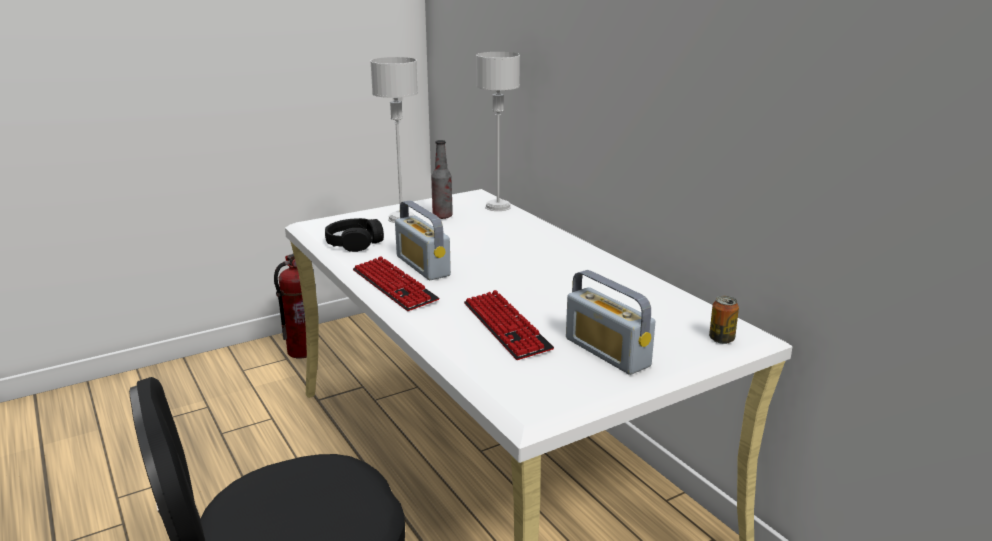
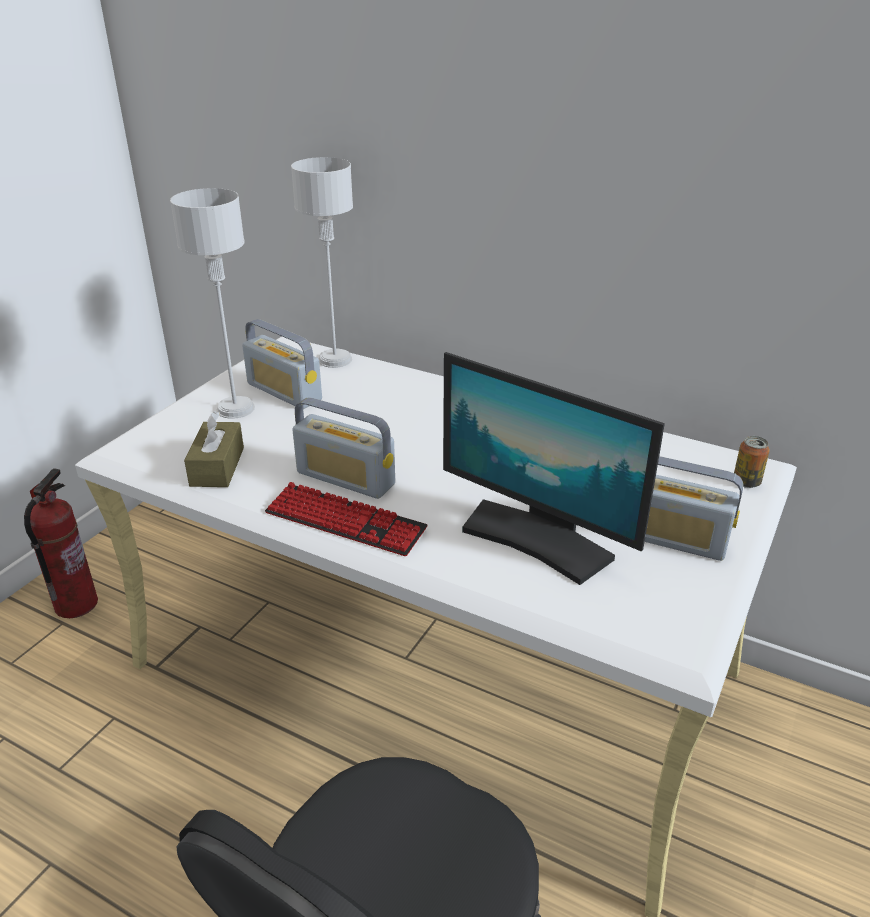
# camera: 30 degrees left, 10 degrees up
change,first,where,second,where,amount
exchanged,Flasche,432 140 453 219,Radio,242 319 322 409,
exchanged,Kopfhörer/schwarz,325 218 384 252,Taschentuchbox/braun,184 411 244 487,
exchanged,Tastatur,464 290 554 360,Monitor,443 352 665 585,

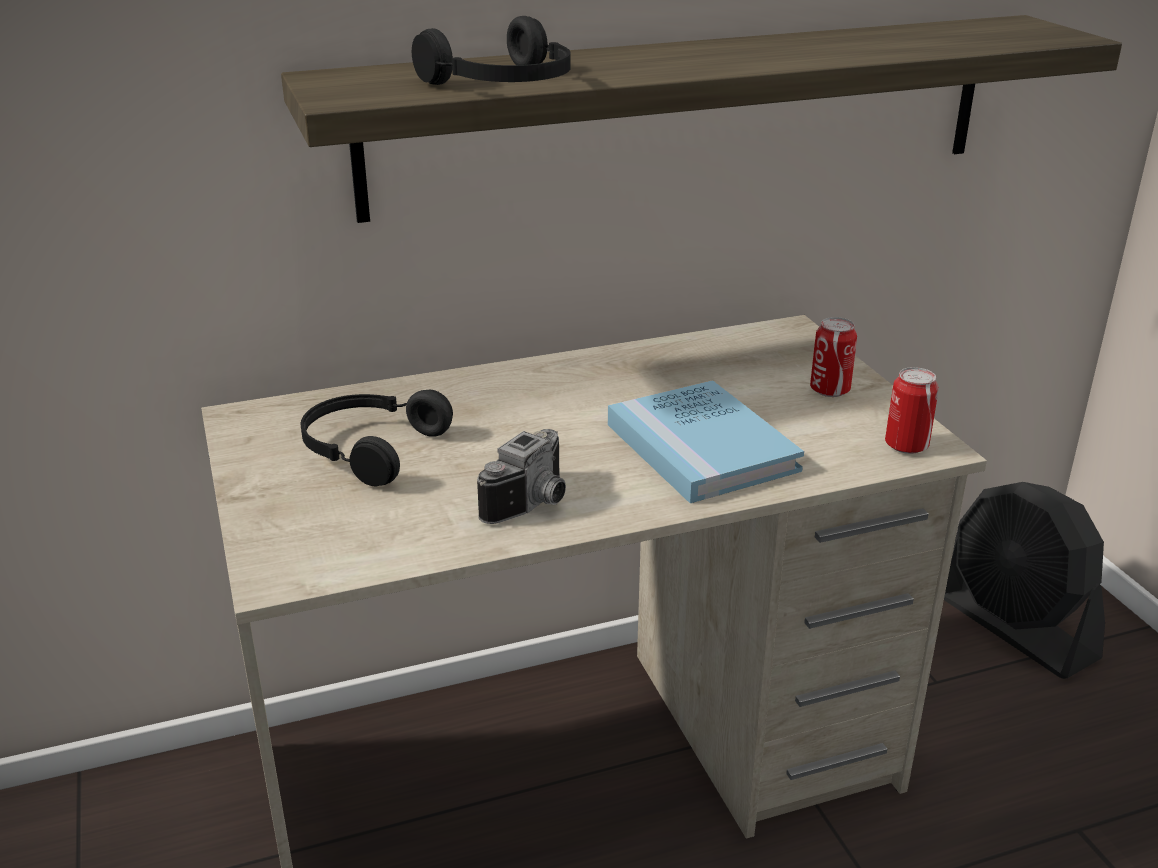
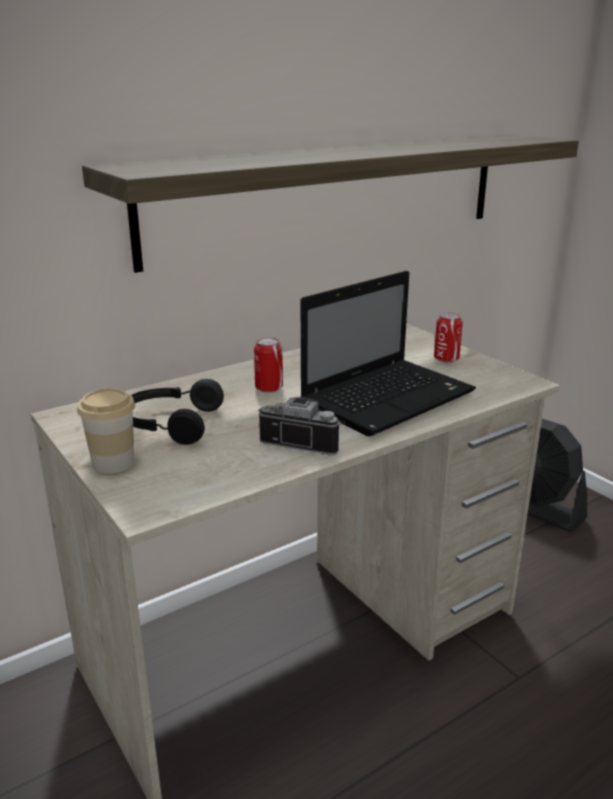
# camera: 15 degrees left, 5 degrees down
change,first,where,second,where,amount
missing,Kopfhörer/schwarz,412 16 571 85,,,
relocated,Dose,885 367 939 454,,254 337 283 393,
exchanged,Buch/blau,608 380 804 503,Laptop,301 271 476 436,
spun,Kamera,477 429 566 524,,258 397 341 456,90 degrees counterclockwise
appeared,,,Tasse,77 388 135 474,

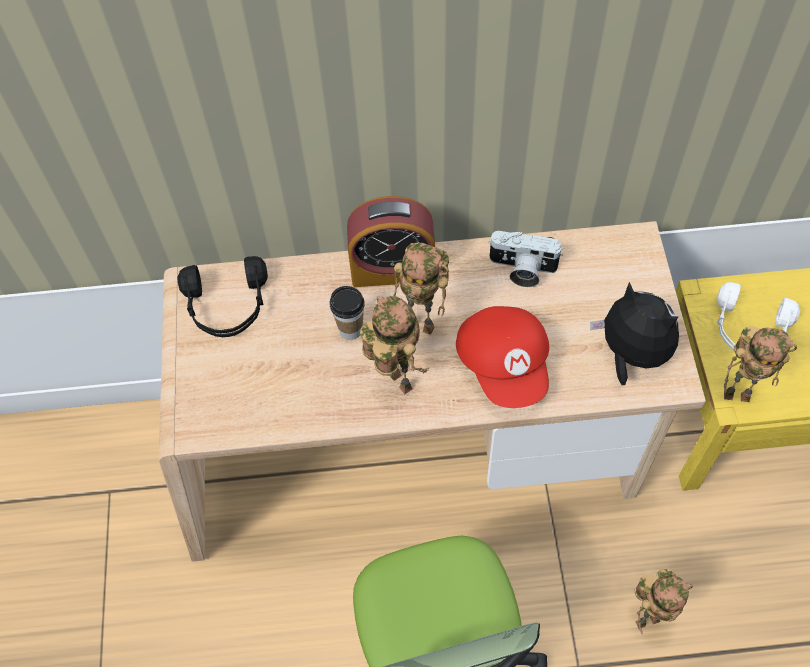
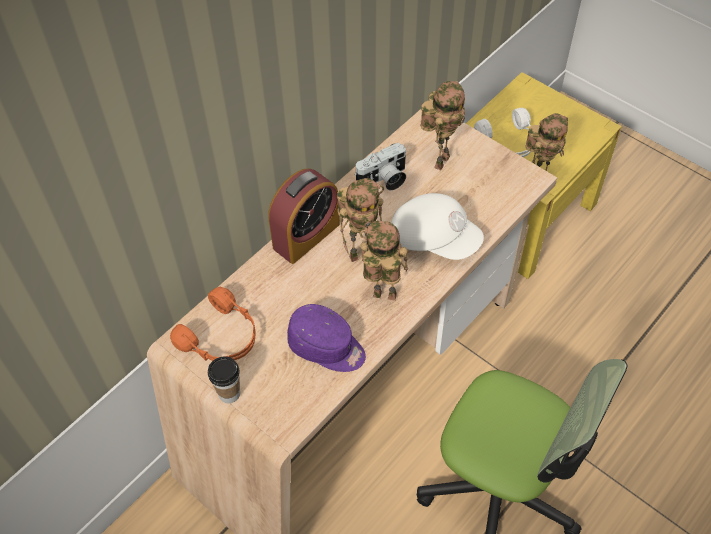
# camera: 45 degrees left, 5 degrees down
change,first,where,second,where,amount
colour,Kopfhörer/schwarz,177 256 268 337,Kopfhörer/orange,170 287 255 361,
missing,Plüschtier,590 282 679 385,,,
relocated,Tasse,330 286 365 340,,208 356 240 403,
colour,Kappe/rot,456 306 549 408,Kappe/weiß,391 193 484 260,
relocated,Spielzeugroboter,634 569 693 635,,420 81 465 171,
appeared,,,Kappe/lila,287 304 366 372,

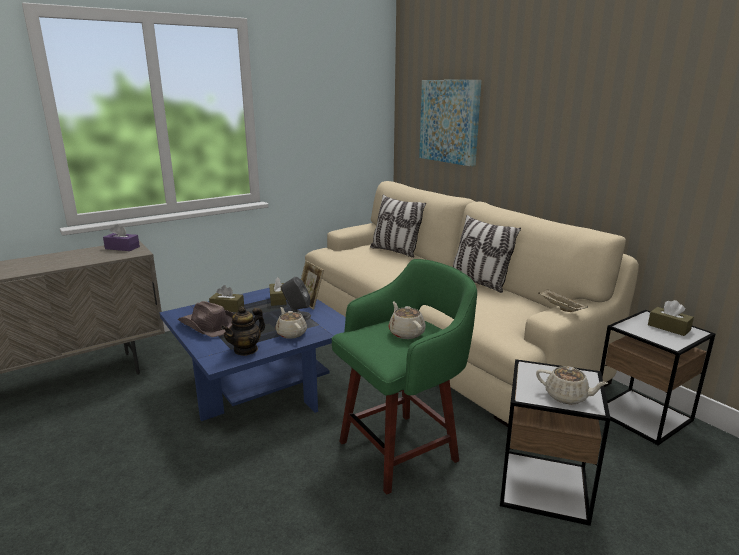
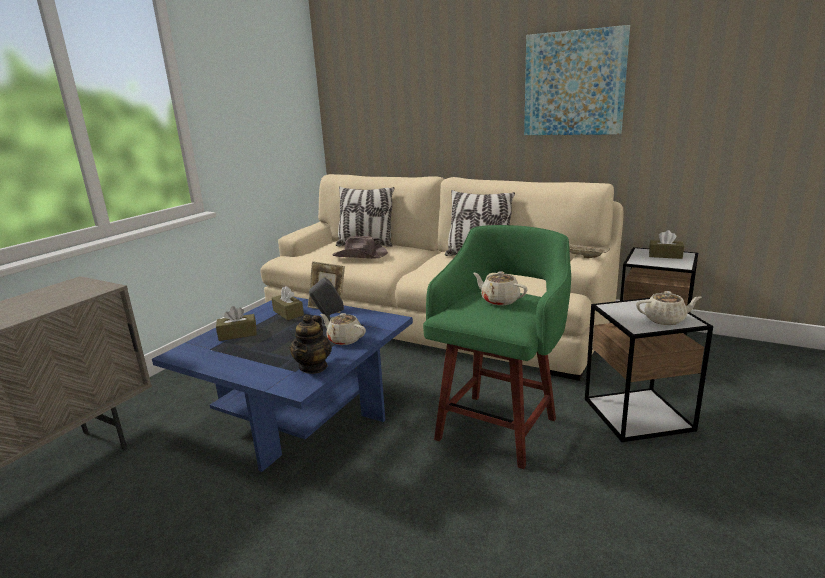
# camera: 25 degrees left, 0 degrees up
change,first,where,second,where,amount
relocated,Bild,419 80 481 167,,524 25 630 135,
missing,Taschentuchbox/lila,103 224 140 251,,,
relocated,Hut/braun,178 301 234 337,,332 236 388 259,

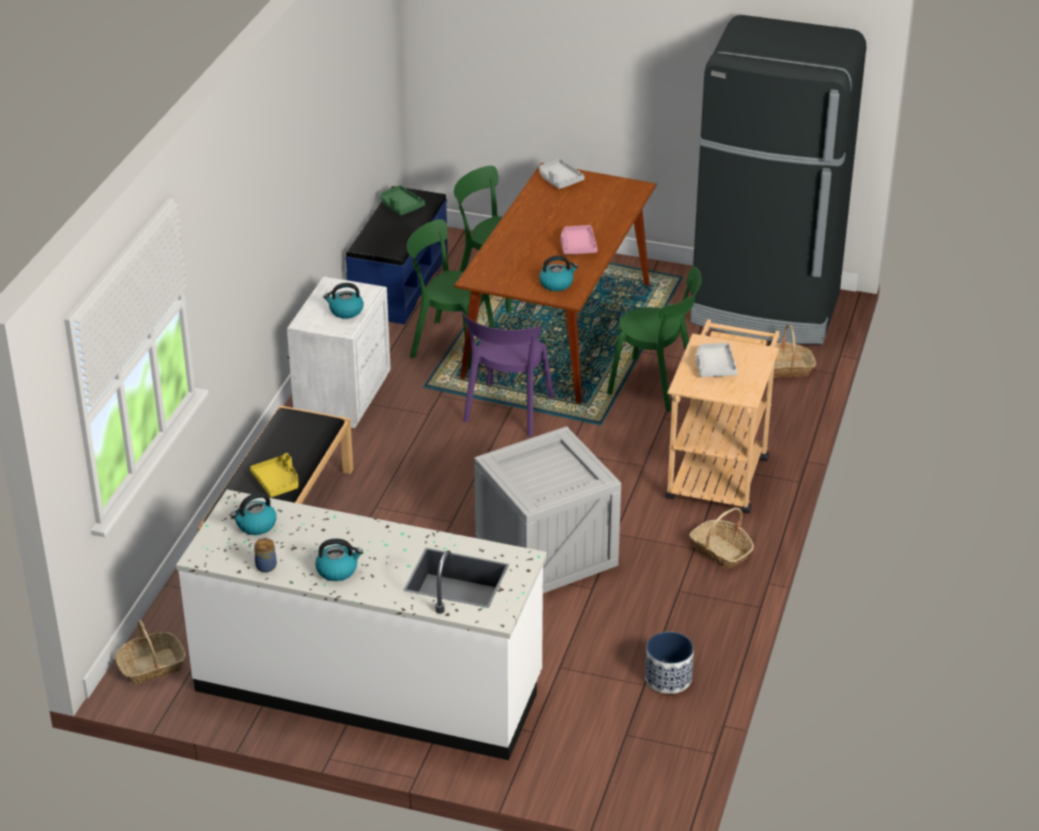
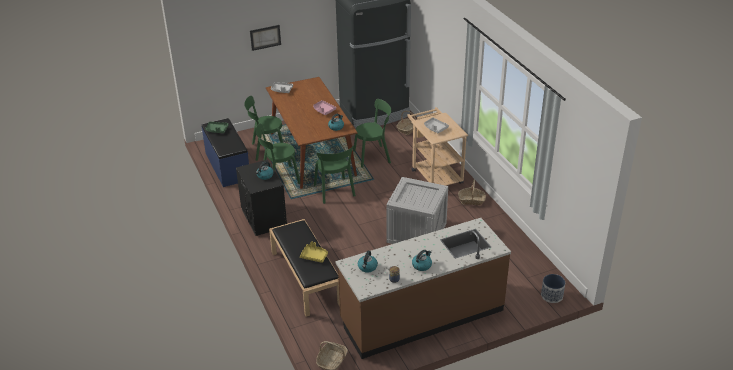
# camera: 40 degrees left, 0 degrees up
change,first,where,second,where,amount
colour,Nachttisch/weiß,287 276 391 428,Nachttisch/schwarz,236 160 287 236,
colour,Stuhl/lila,461 310 554 437,Stuhl/grün,314 145 356 204,
colour,Küchenzeile/weiß,176 490 547 760,Küchenzeile/braun,336 218 511 359,
relocated,Pflanzkübel,645 632 694 694,,541 274 565 303,
appeared,,,Bild,250 25 281 51,

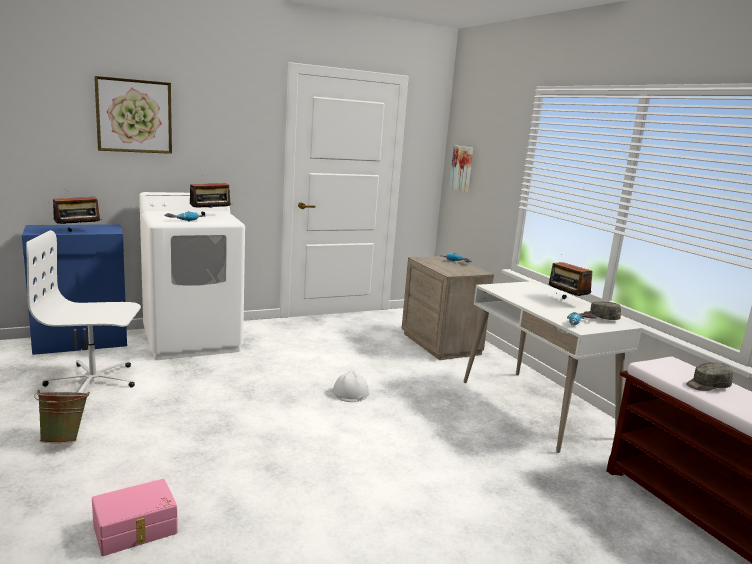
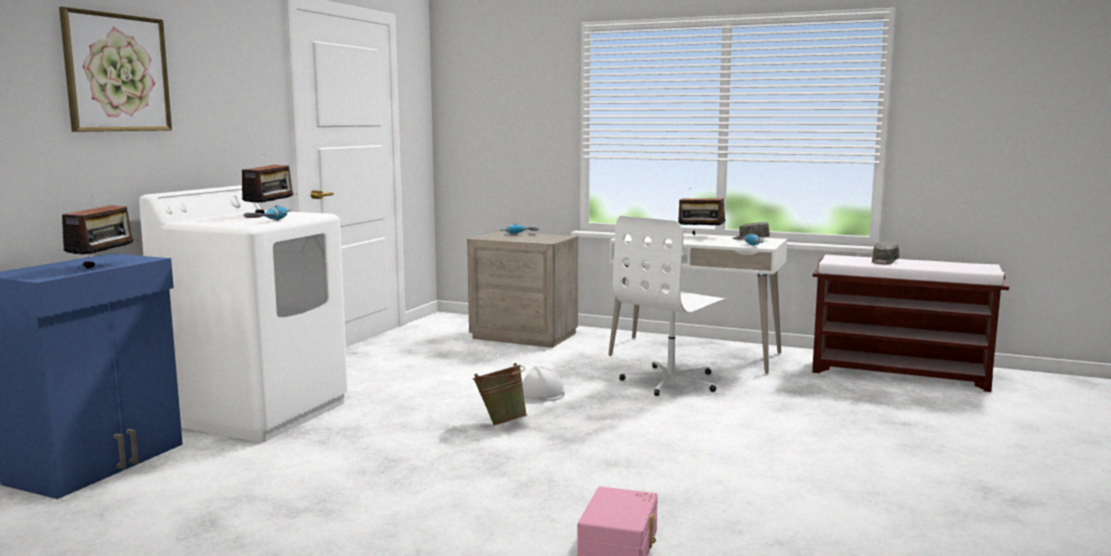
# camera: 40 degrees left, 5 degrees down
change,first,where,second,where,amount
missing,Bild,449 145 473 192,,,
relocated,Bürostuhl/weiß,26 230 141 393,,613 216 728 396,
relocated,Eimer/grün,34 390 90 443,,473 363 527 426,

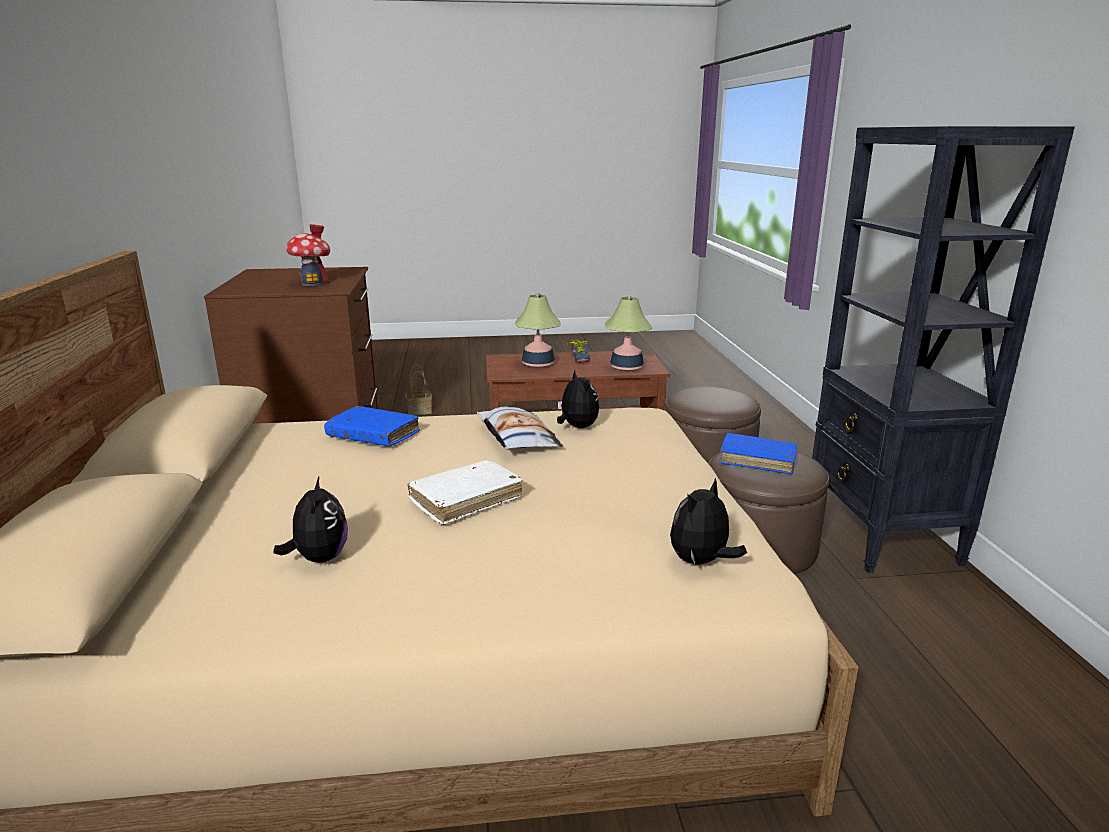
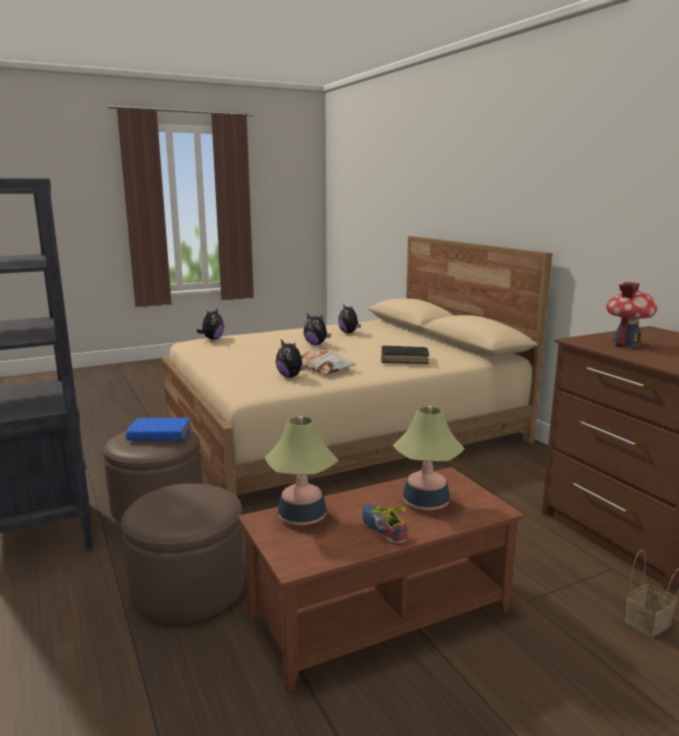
# camera: 160 degrees right, 5 degrees down
change,first,where,second,where,amount
colour,Buch/blau,324 406 420 446,Buch/schwarz,381 345 429 364,
exchanged,Buch/weiß,407 460 523 525,Plüschtier,303 314 331 345,

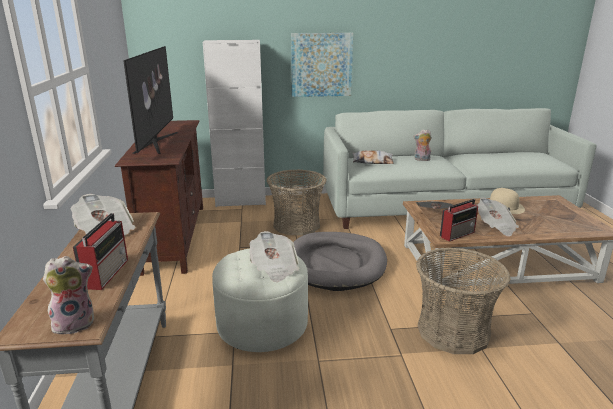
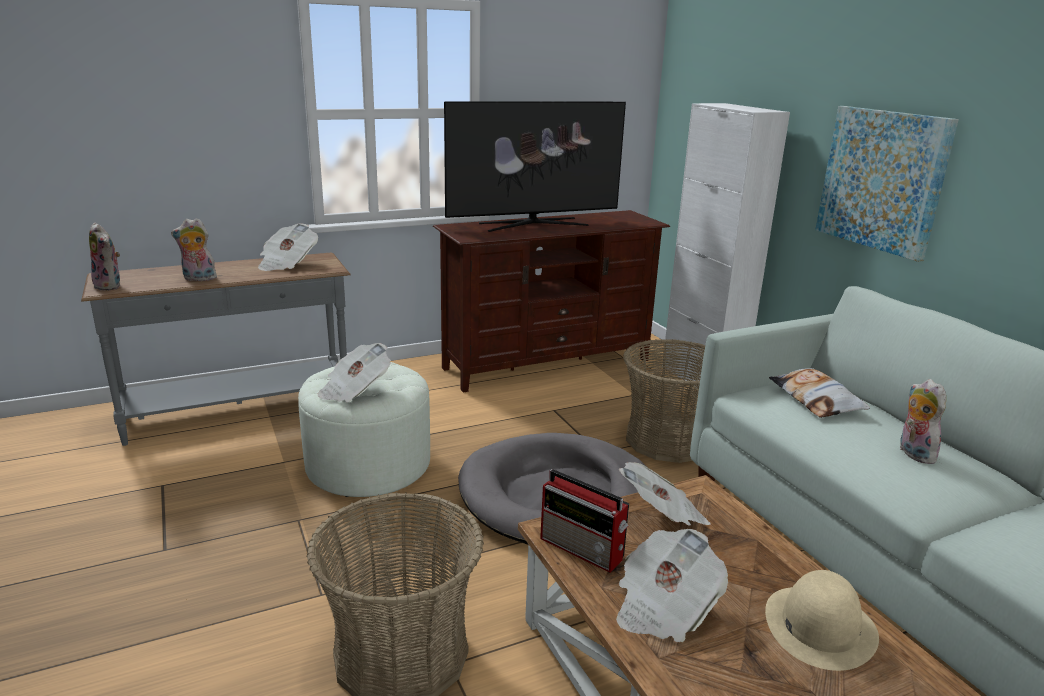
# camera: 70 degrees right, 0 degrees up
change,first,where,second,where,amount
exchanged,Radio,73 213 128 290,Plüschtier,171 218 217 281,

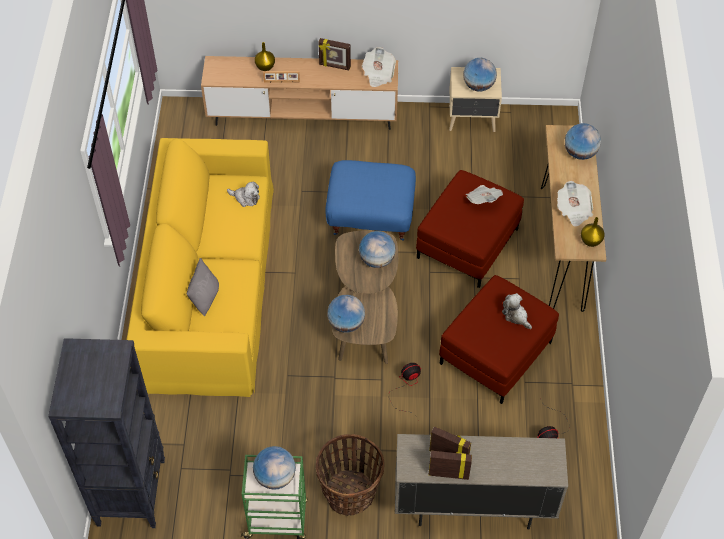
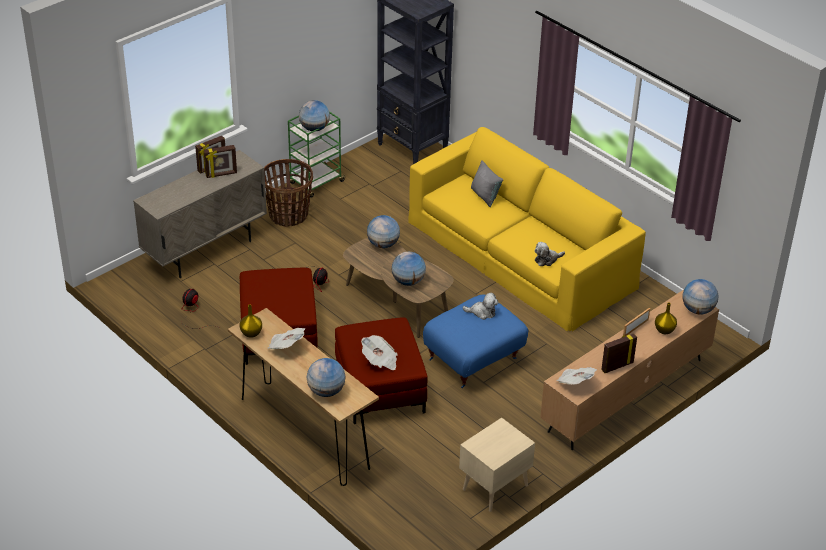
# camera: 135 degrees right, 15 degrees down
change,first,where,second,where,amount
relocated,Globus,463 58 497 92,,683 279 718 315,
relocated,Plüschtier,502 293 532 329,,462 293 498 320,

